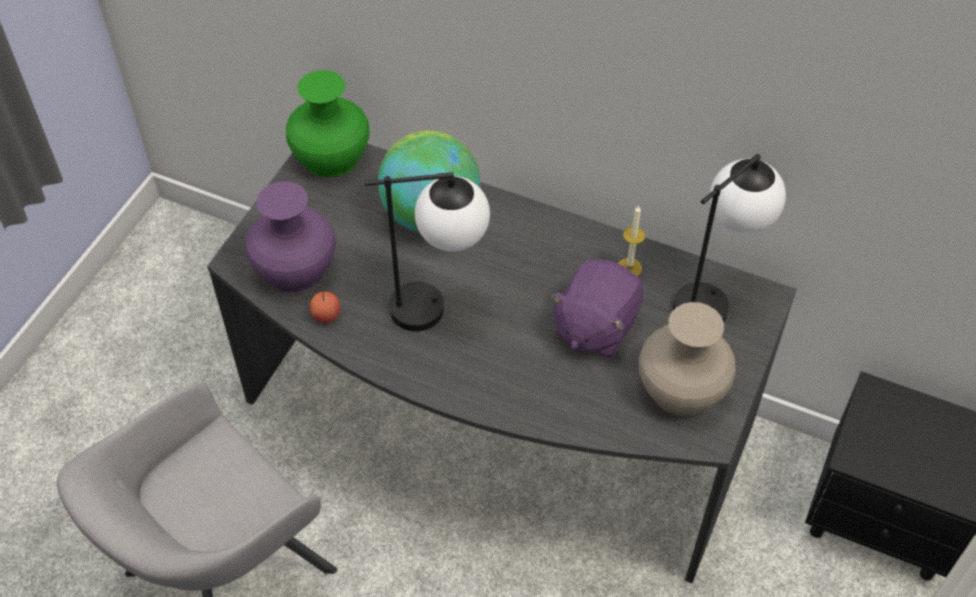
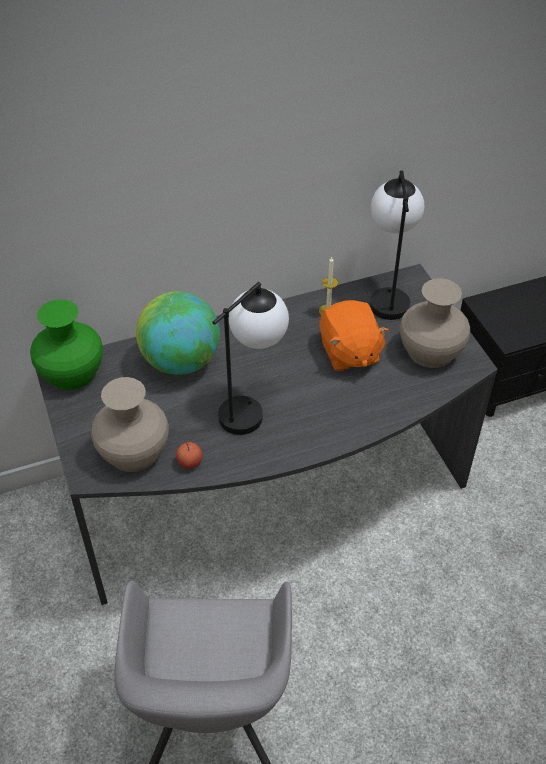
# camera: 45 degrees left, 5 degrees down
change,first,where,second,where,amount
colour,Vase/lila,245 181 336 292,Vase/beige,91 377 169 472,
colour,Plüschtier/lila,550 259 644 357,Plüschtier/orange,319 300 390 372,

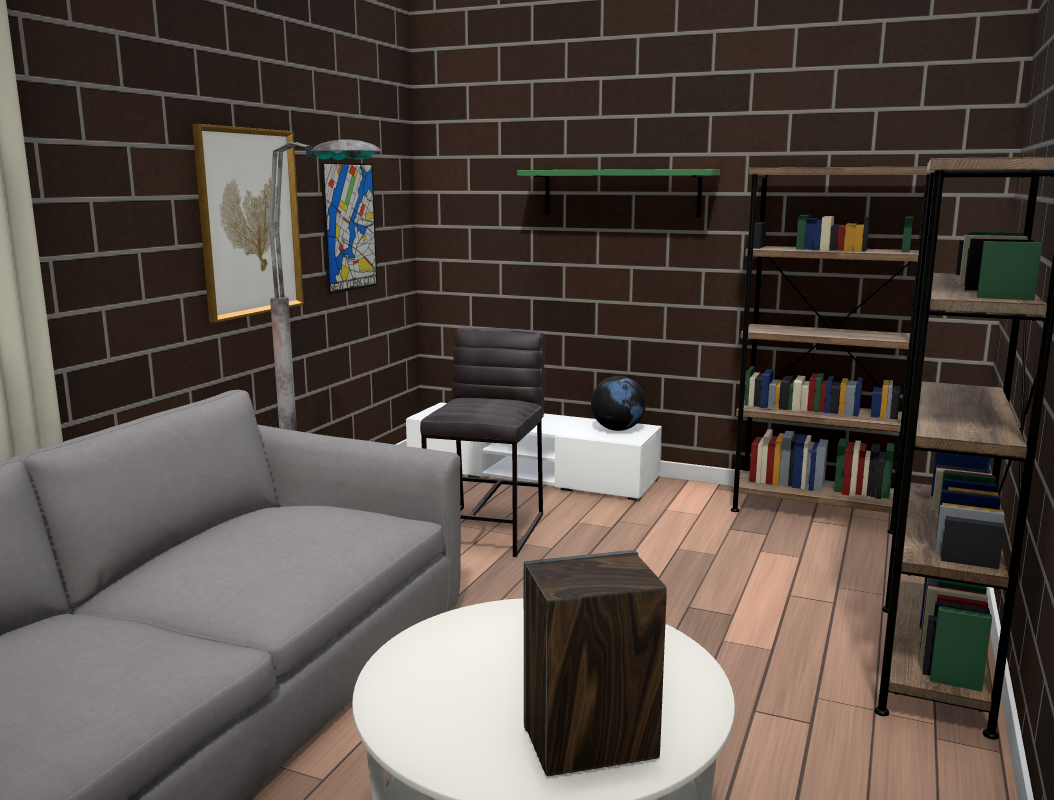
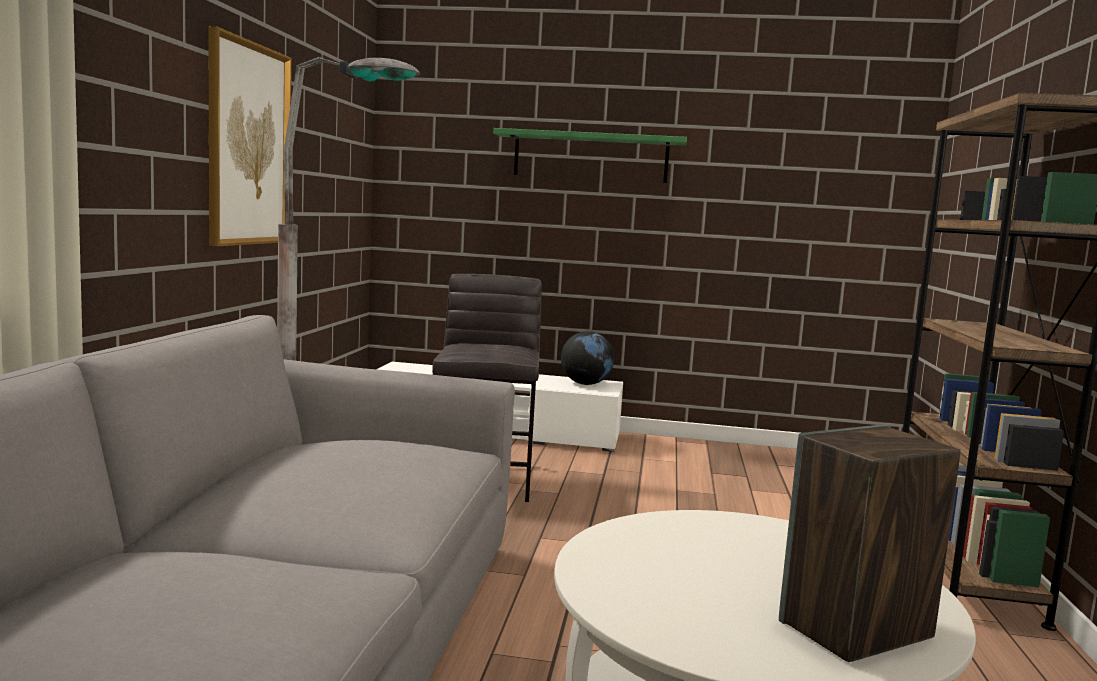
# camera: 15 degrees left, 5 degrees down
change,first,where,second,where,amount
missing,Bild,320 162 377 294,,,
missing,Bücherregal/braun,731 167 930 534,,,

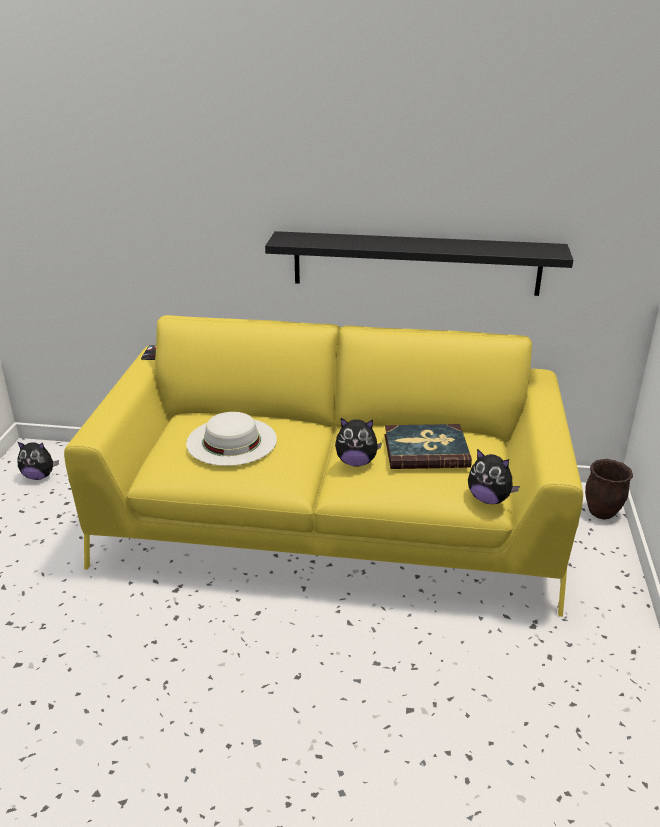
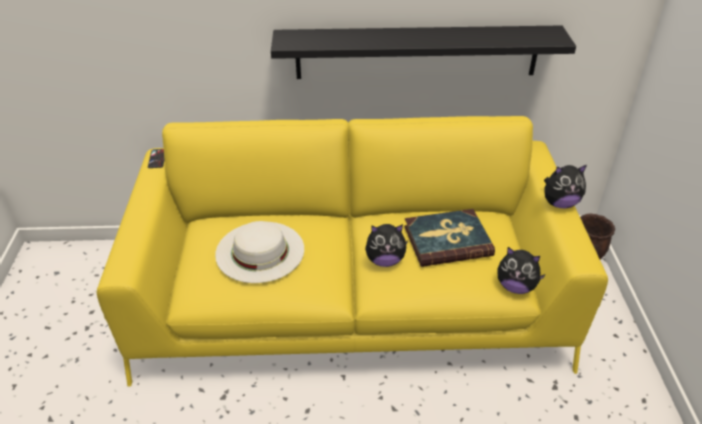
# camera: 10 degrees left, 10 degrees up
change,first,where,second,where,amount
relocated,Plüschtier,17 441 59 480,,544 165 587 208,

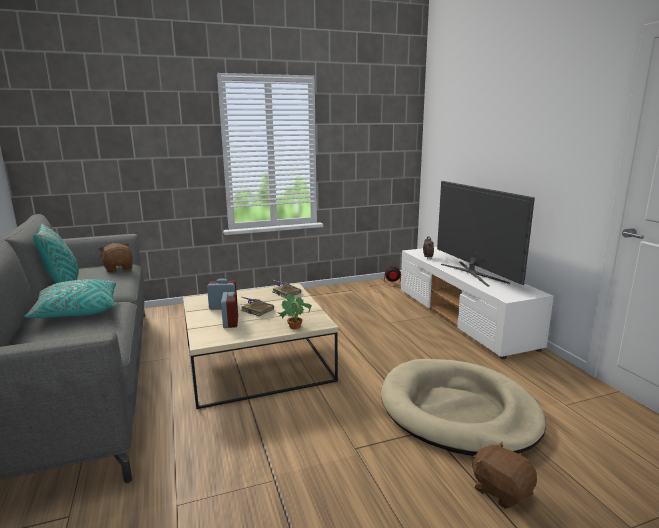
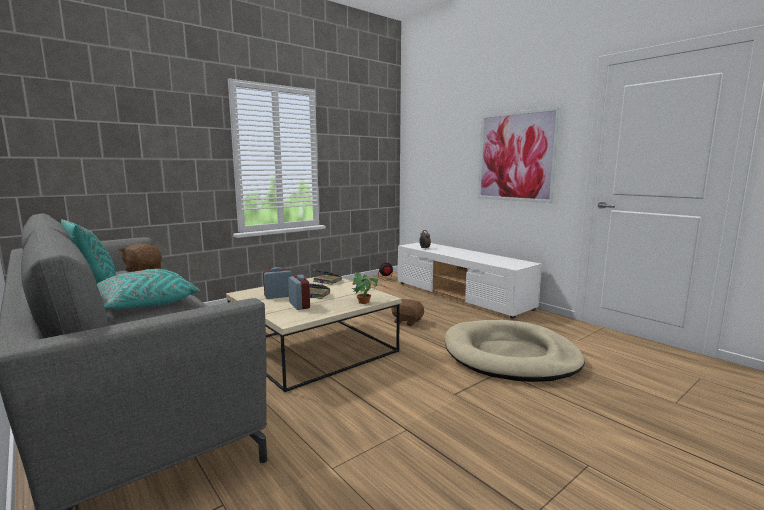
# camera: 20 degrees left, 5 degrees down
change,first,where,second,where,amount
missing,Fernseher,437 181 535 287,,,
relocated,Plüschtier/braun,472 442 537 508,,391 299 424 326,
appeared,,,Bild,478 107 561 203,

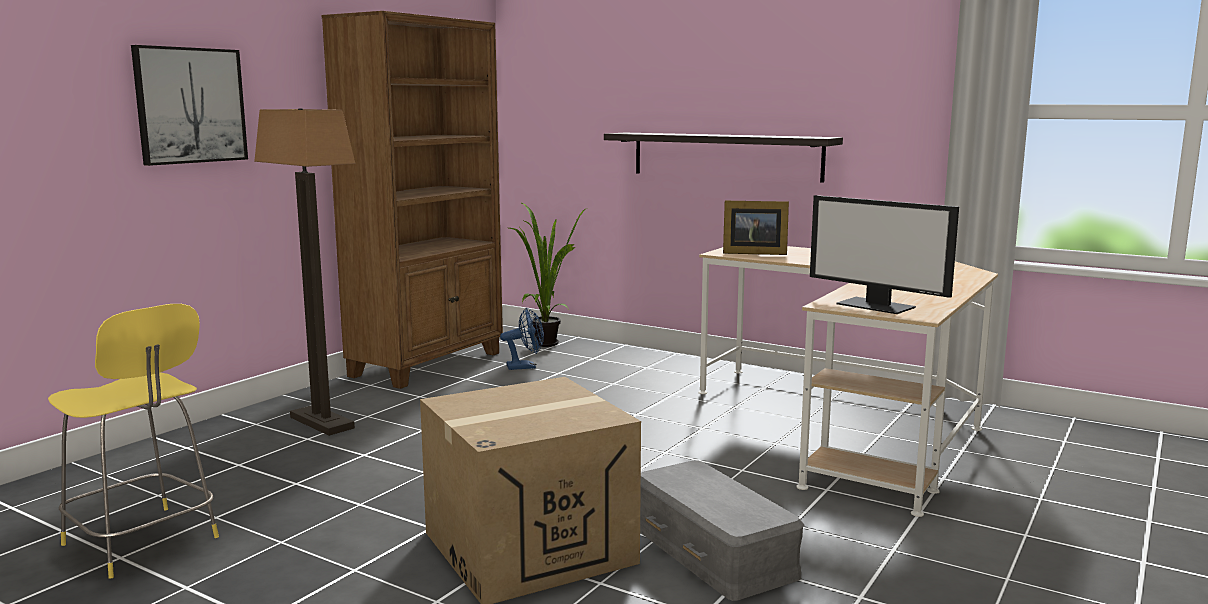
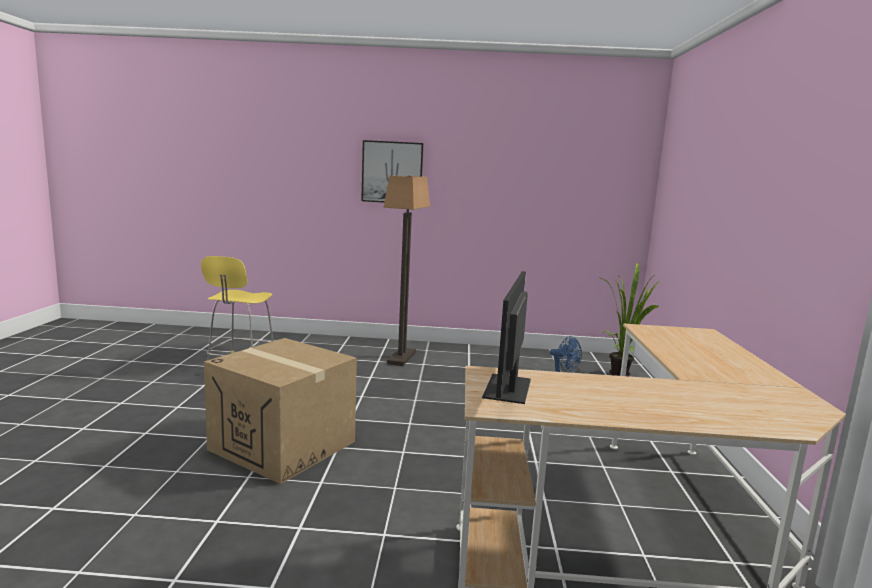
# camera: 60 degrees right, 0 degrees up
change,first,where,second,where,amount
missing,Bücherregal/braun,321 11 503 389,,,
missing,Wandregal,604 133 843 183,,,
missing,Bilderrahmen,723 201 789 255,,,
missing,Aufbewahrungsbox/grau,640 460 805 601,,,

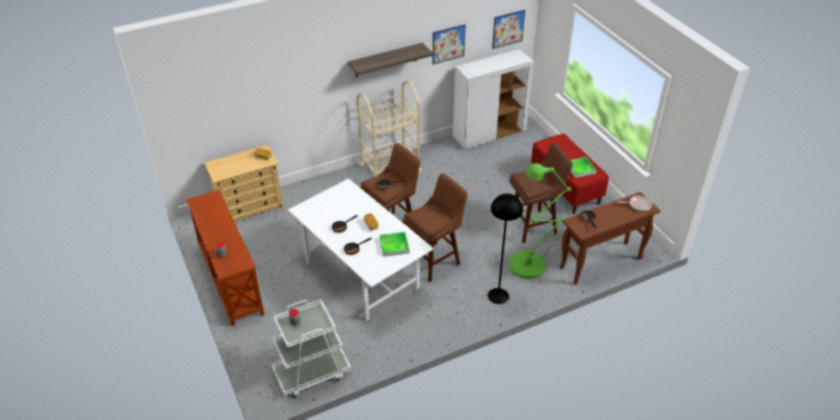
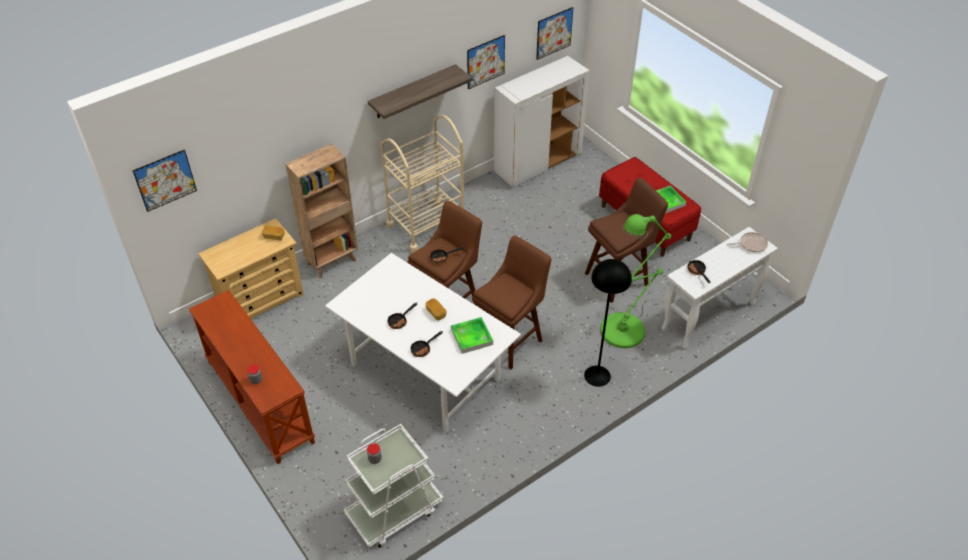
# camera: 10 degrees left, 5 degrees up
change,first,where,second,where,amount
colour,Konsolentisch/braun,560 192 660 285,Konsolentisch/weiß,661 227 778 349,
appeared,,,Bücherregal/braun,286 144 358 278,
appeared,,,Bild,132 149 197 212,

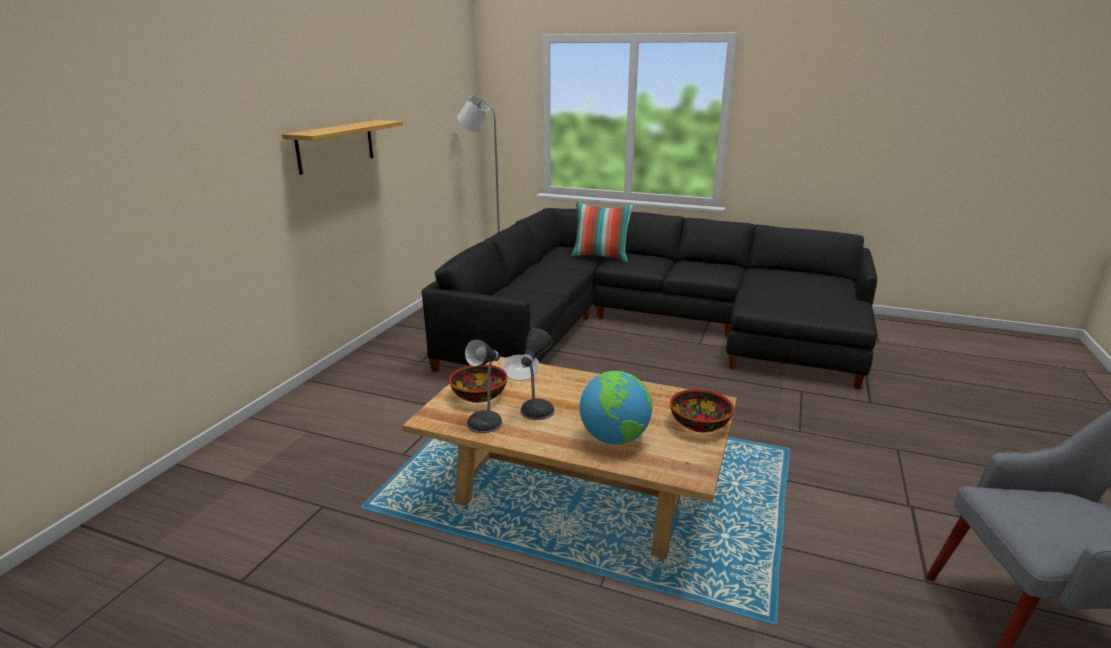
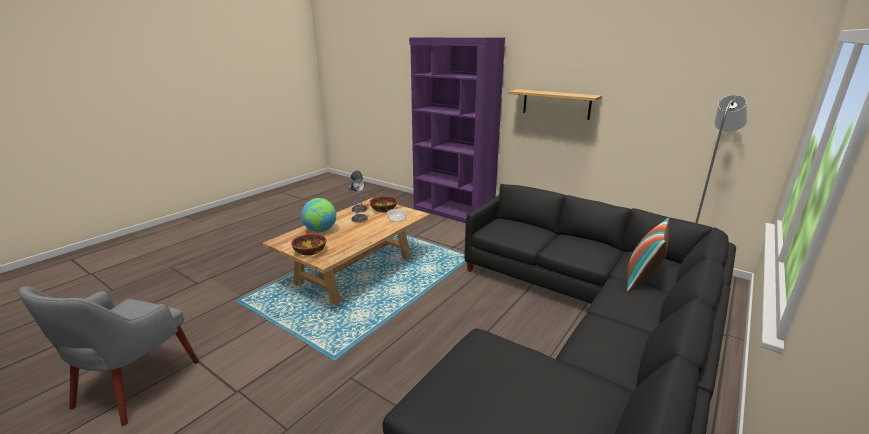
# camera: 105 degrees right, 0 degrees up
change,first,where,second,where,amount
appeared,,,Bücherregal/lila,409 37 505 223,

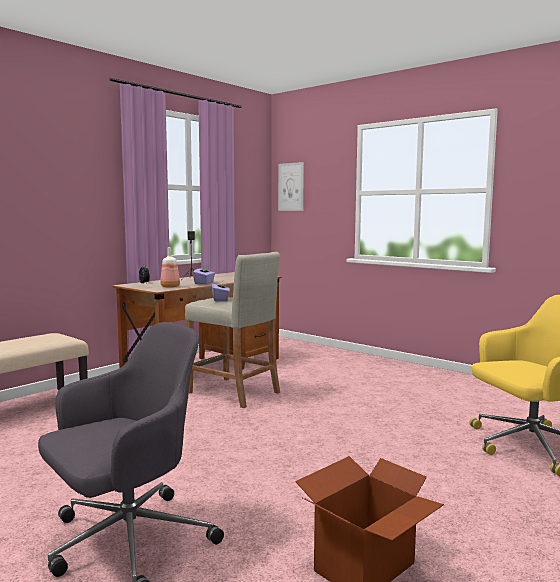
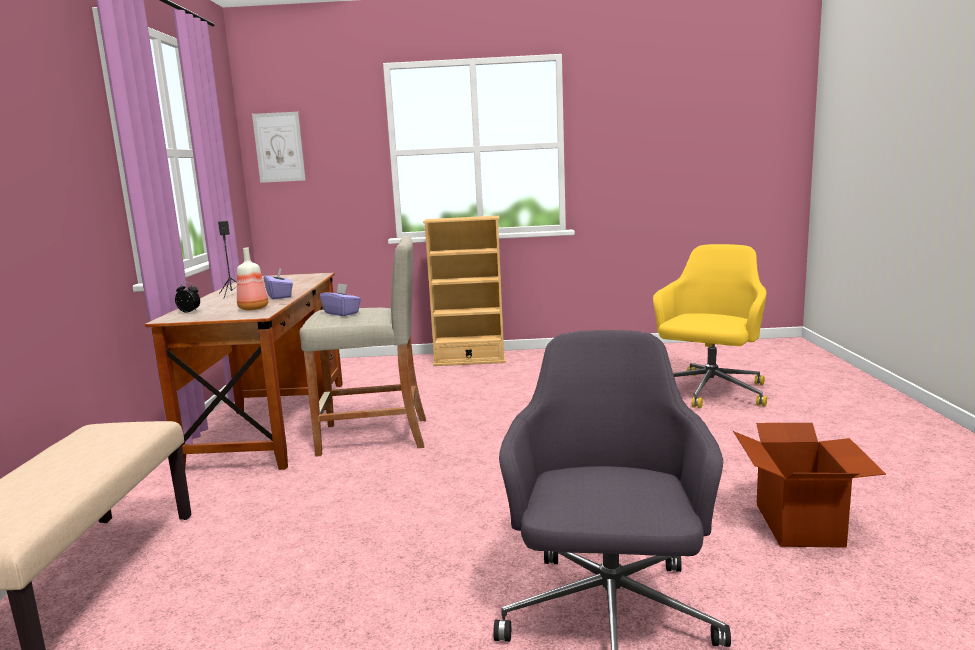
# camera: 40 degrees left, 5 degrees up
change,first,where,second,where,amount
appeared,,,Bücherregal/beige,423 216 506 366,

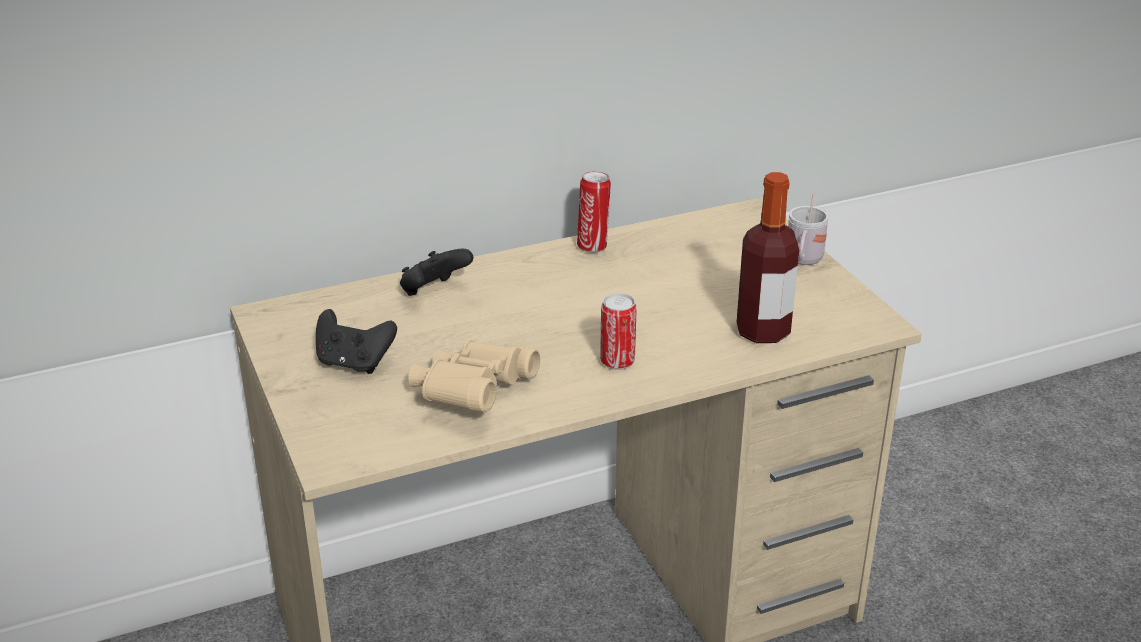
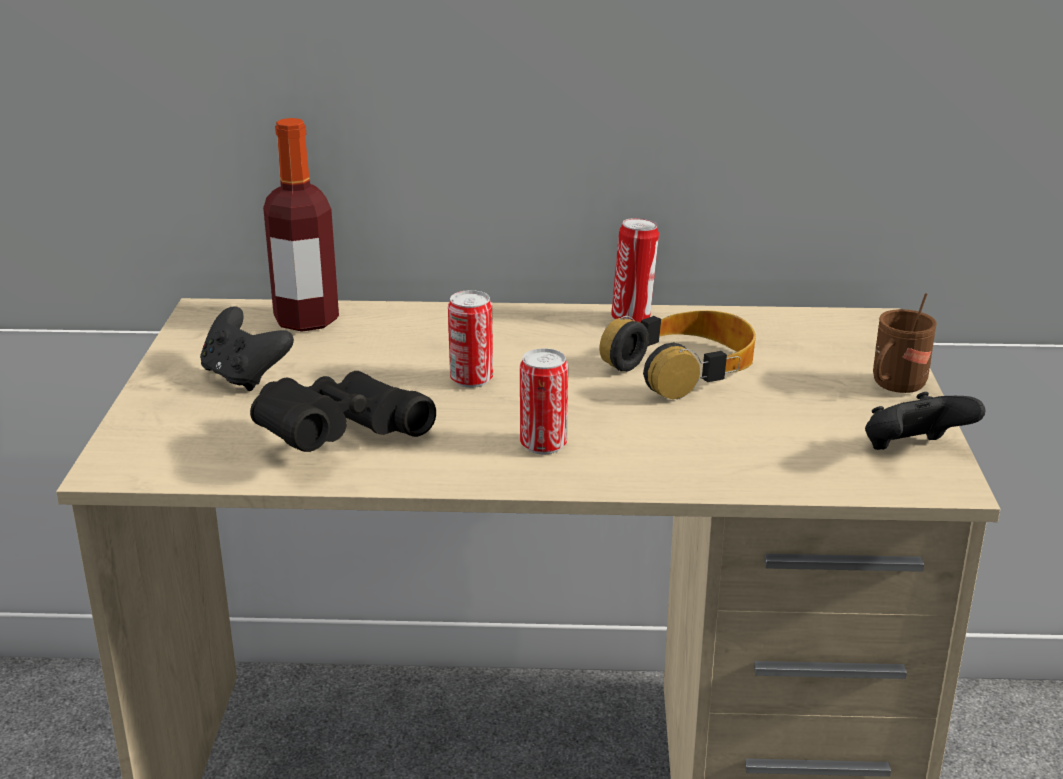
# camera: 25 degrees right, 5 degrees down
change,first,where,second,where,amount
relocated,Flasche,737 172 799 343,,263 118 339 332,
colour,Henkelbecher/weiß,788 193 829 265,Henkelbecher/braun,873 293 937 393,
relocated,Gamepad/schwarz,400 249 473 296,,865 392 986 450,
colour,Fernglas/beige,408 340 540 412,Fernglas/schwarz,250 371 436 452,
appeared,,,Dose,448 290 493 388,
appeared,,,Kopfhörer,599 310 756 399,

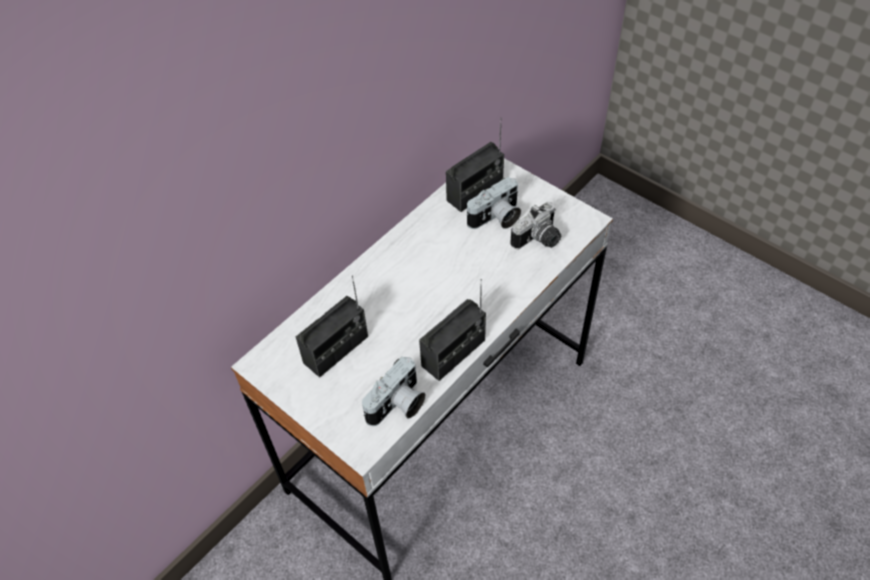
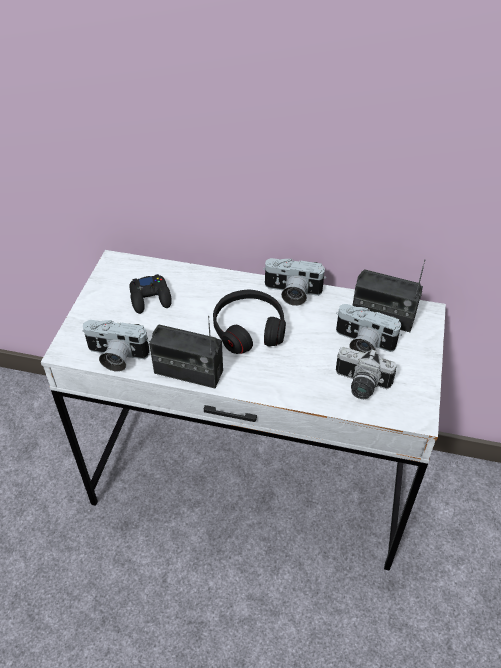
# camera: 60 degrees right, 5 degrees down
change,first,where,second,where,amount
exchanged,Radio,296 276 368 378,Gamepad/schwarz,129 274 172 314,
appeared,,,Kamera,263 258 326 306,
appeared,,,Kopfhörer/schwarz,213 290 286 354,

